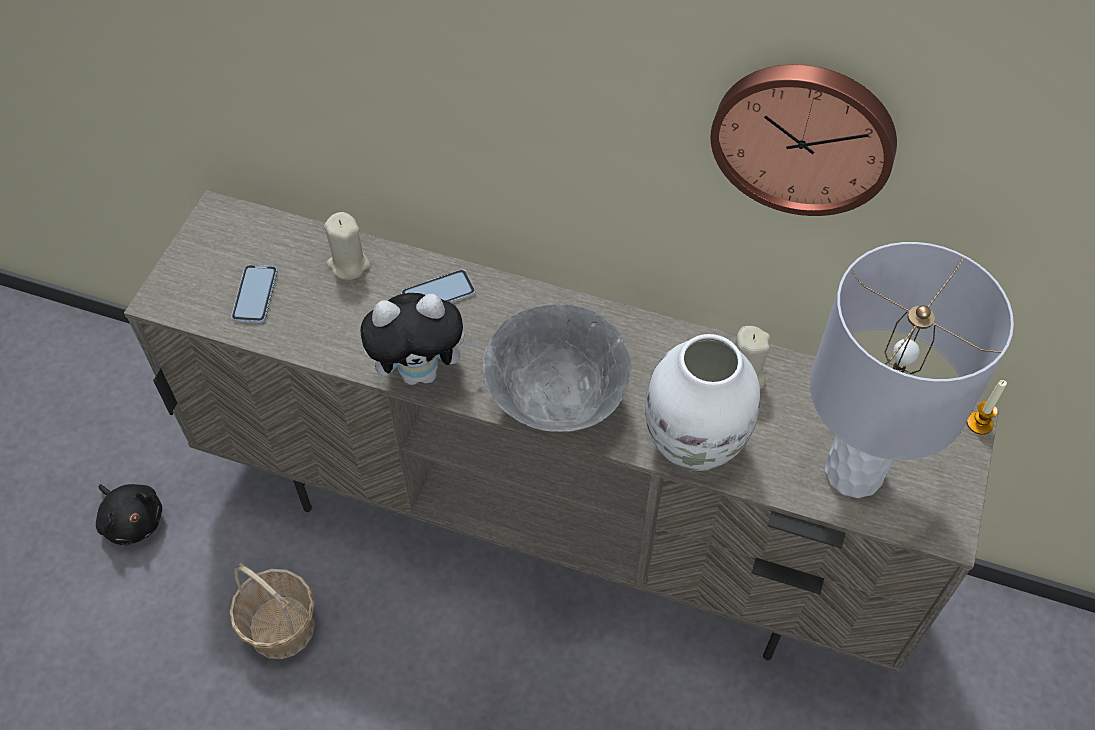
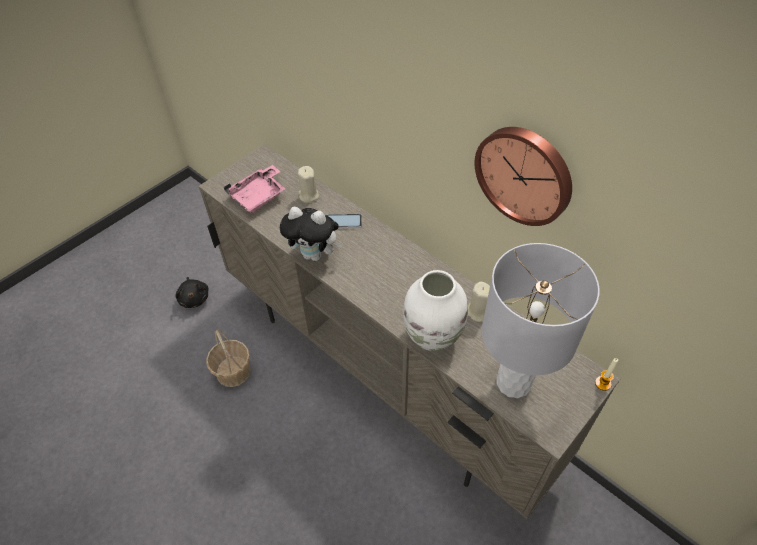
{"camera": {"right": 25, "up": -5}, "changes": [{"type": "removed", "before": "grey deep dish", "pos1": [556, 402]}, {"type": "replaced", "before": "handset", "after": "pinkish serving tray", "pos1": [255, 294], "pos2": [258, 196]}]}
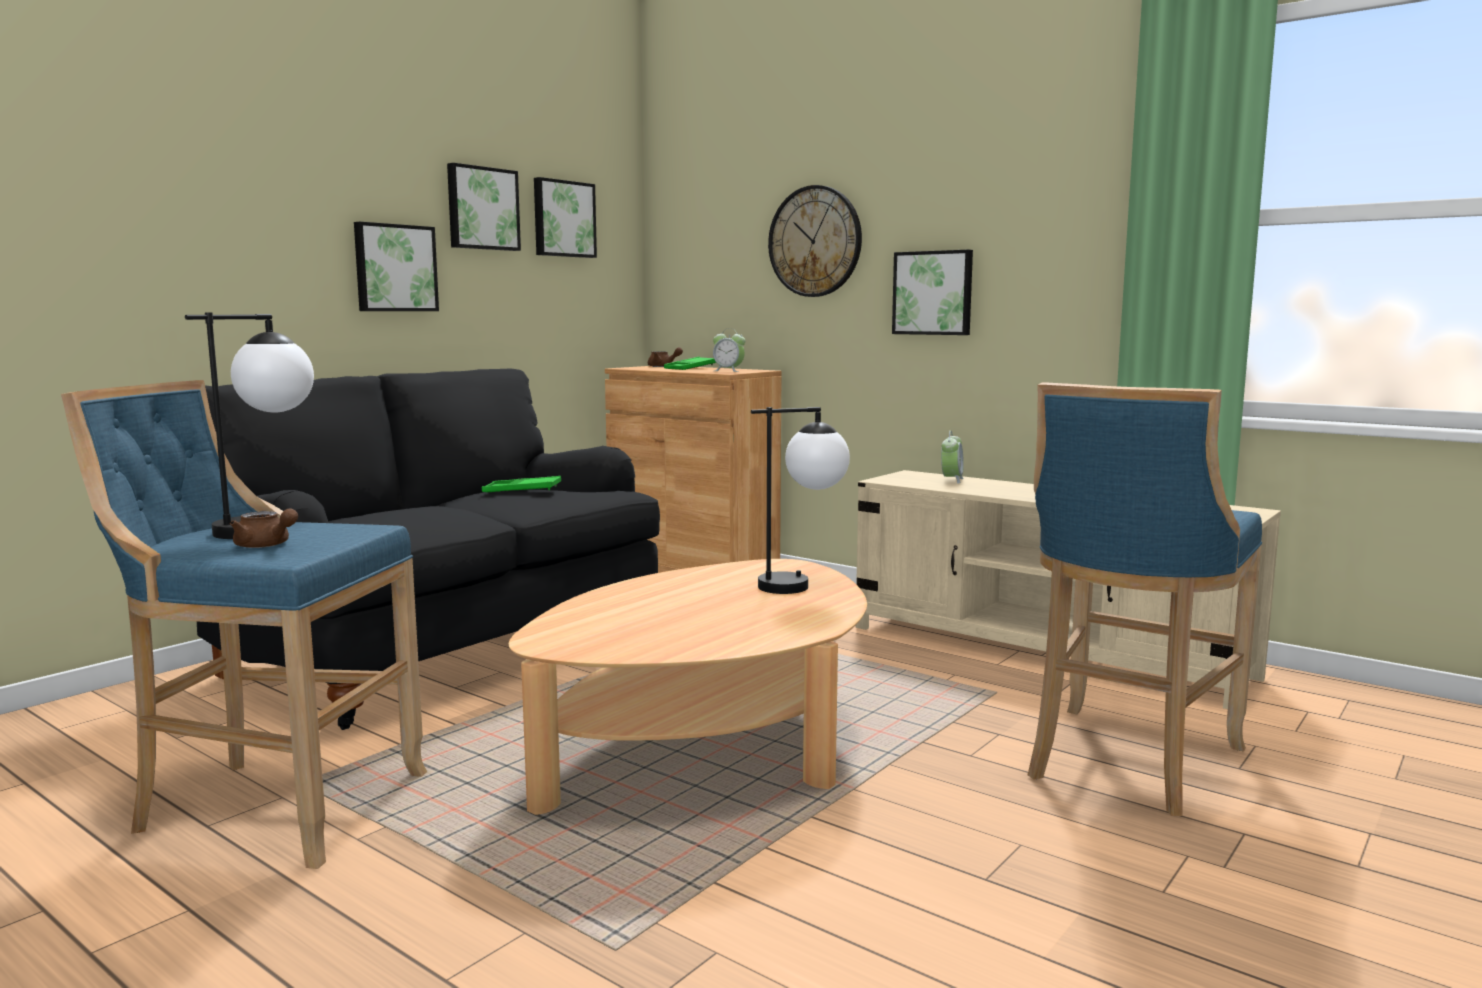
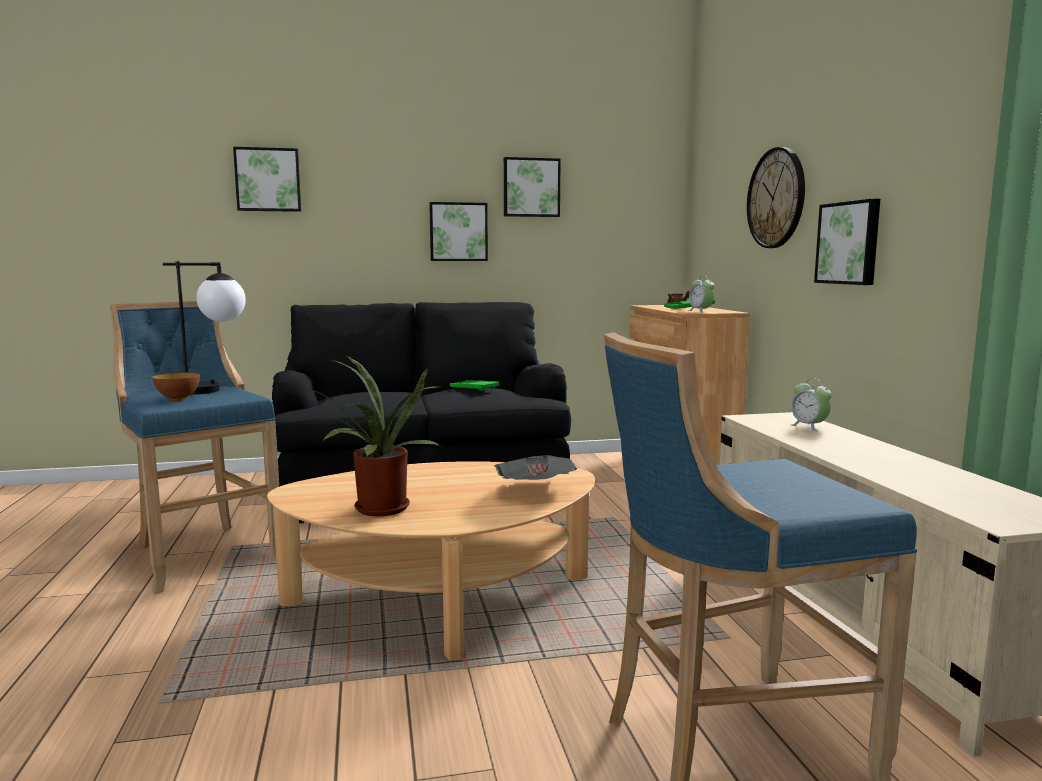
{"camera": {"right": 40, "up": 0}, "changes": [{"type": "added", "after": "potted plant", "pos2": [378, 510]}, {"type": "moved", "before": "picture", "pos1": [563, 219], "pos2": [268, 180]}, {"type": "replaced", "before": "brown teapot", "after": "deep dish", "pos1": [266, 546], "pos2": [178, 399]}, {"type": "replaced", "before": "tabletop lamp", "after": "newspaper", "pos1": [802, 585], "pos2": [535, 491]}, {"type": "turned", "before": "bedside clock", "pos1": [951, 480], "pos2": [809, 427], "turn": 90}]}
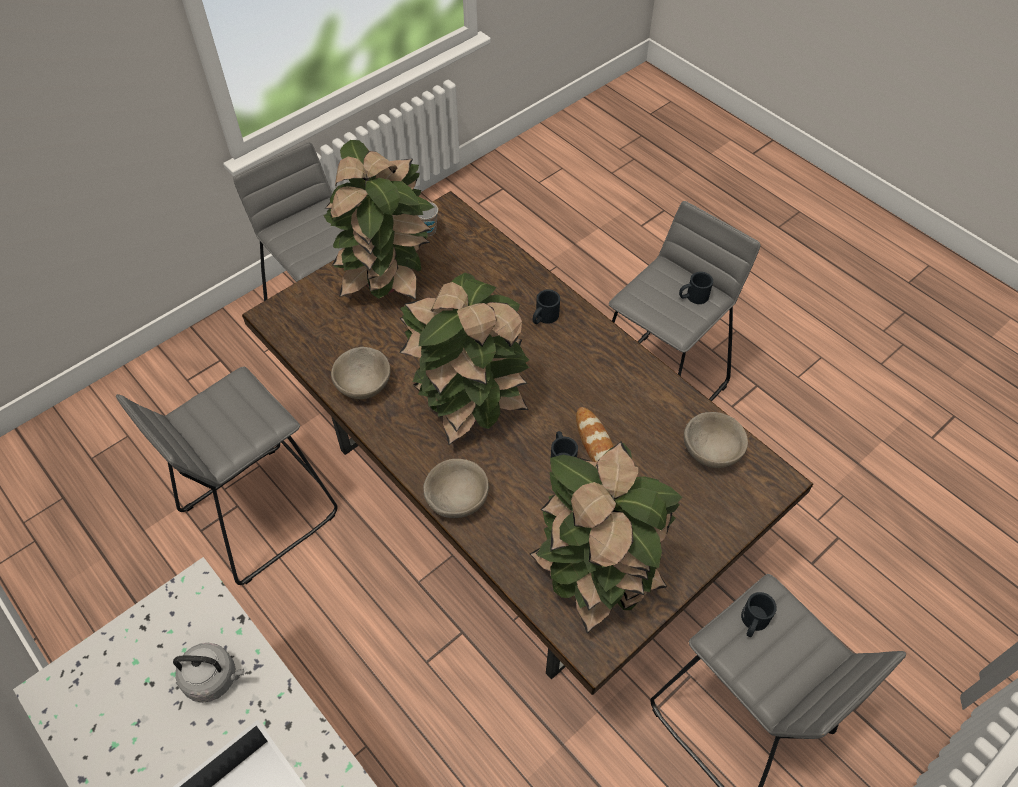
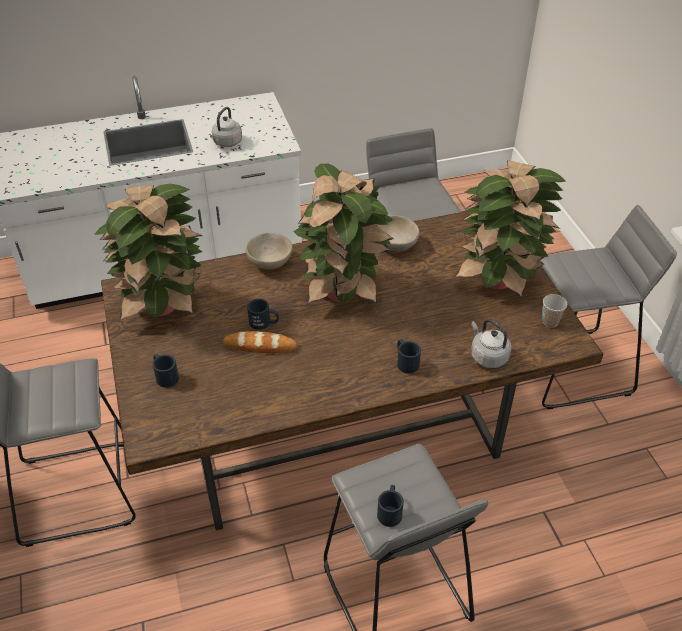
{"camera": {"right": 115, "up": -10}, "changes": [{"type": "removed", "before": "sand-coloured deep dish", "pos1": [712, 451]}, {"type": "added", "after": "grey water kettle", "pos2": [487, 356]}, {"type": "moved", "before": "black-coloured tea mug", "pos1": [753, 623], "pos2": [165, 375]}]}
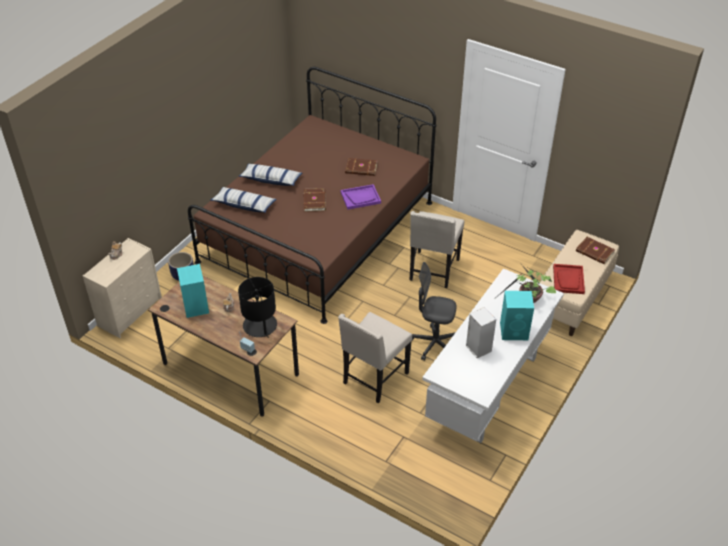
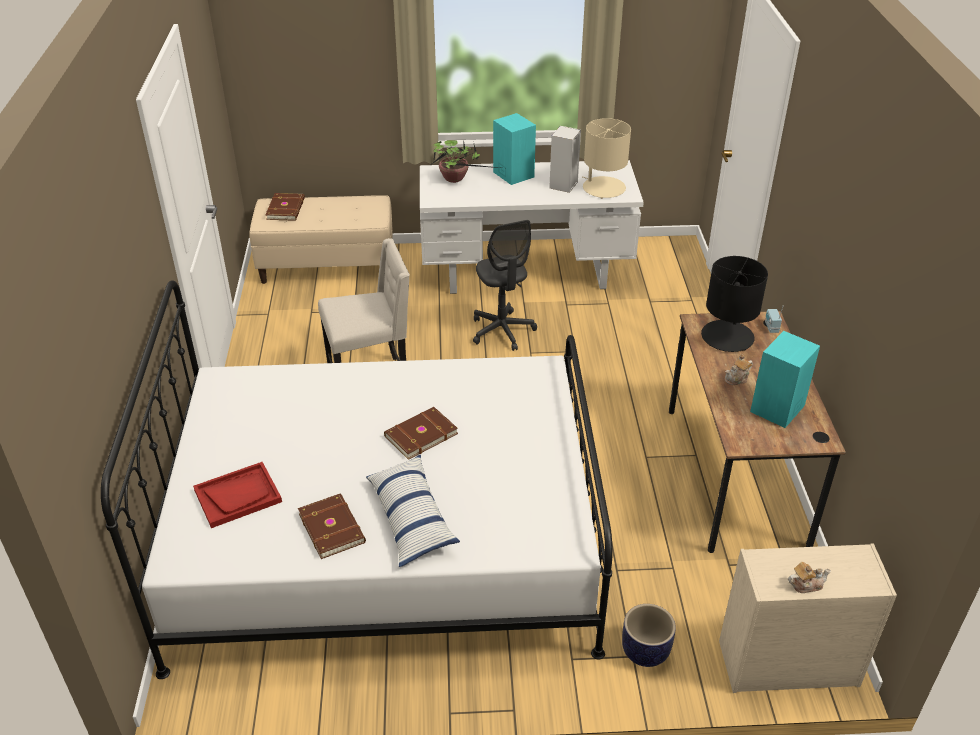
{"camera": {"right": -125, "up": -5}, "changes": [{"type": "removed", "before": "cushion", "pos1": [244, 205]}, {"type": "removed", "before": "sand-coloured plain chair", "pos1": [374, 379]}, {"type": "removed", "before": "purple-coloured serving tray", "pos1": [360, 198]}, {"type": "added", "after": "sand-coloured tabletop lamp", "pos2": [603, 188]}, {"type": "moved", "before": "brown bound book", "pos1": [361, 169], "pos2": [333, 527]}, {"type": "moved", "before": "red-coloured serving tray", "pos1": [568, 280], "pos2": [238, 496]}, {"type": "recoloured", "before": "brown bed", "after": "white-coloured bed", "pos1": [317, 231], "pos2": [386, 540]}]}
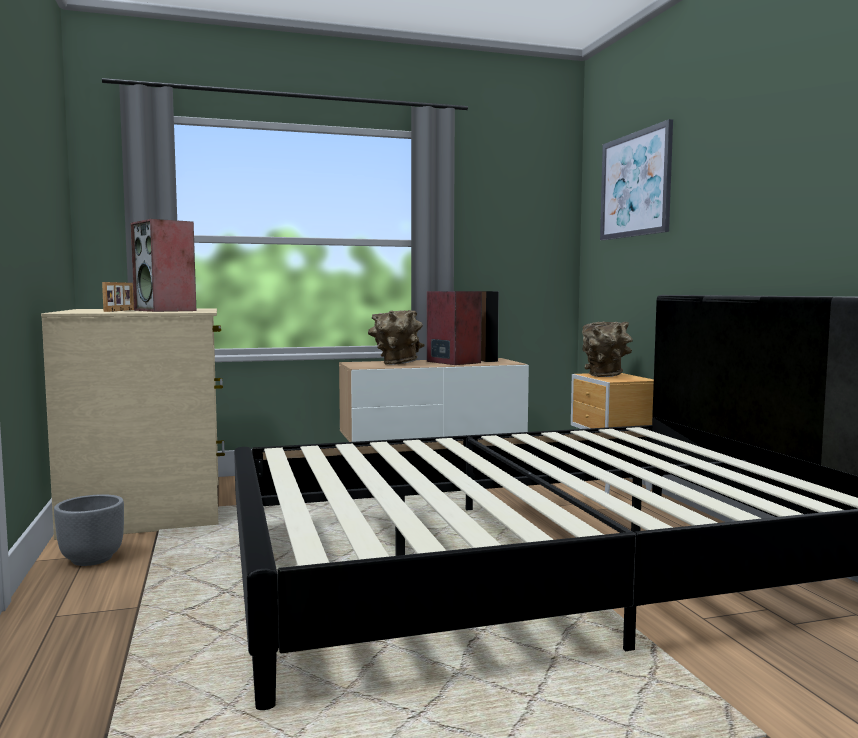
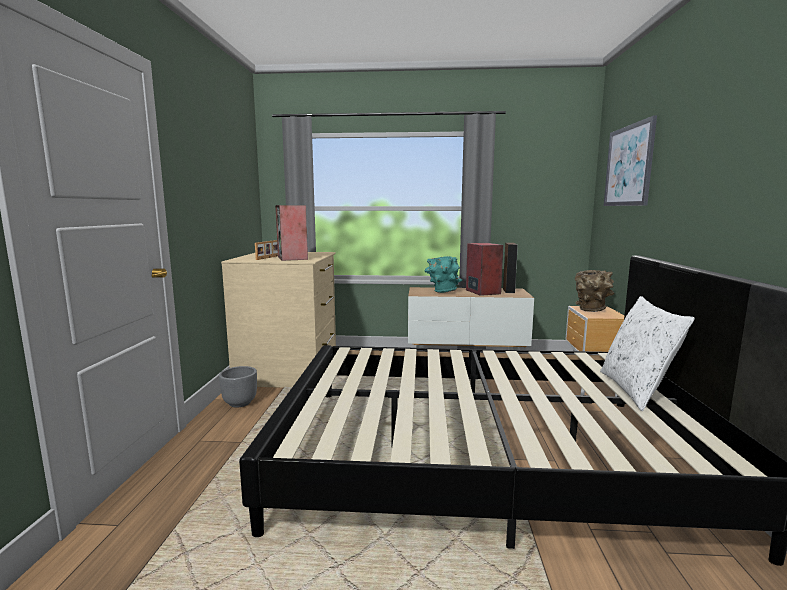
{"camera": {"right": 20, "up": 5}, "changes": [{"type": "added", "after": "white-coloured cushion", "pos2": [636, 390]}, {"type": "recoloured", "before": "brown vase", "after": "turquoise vase", "pos1": [396, 364], "pos2": [442, 292]}]}
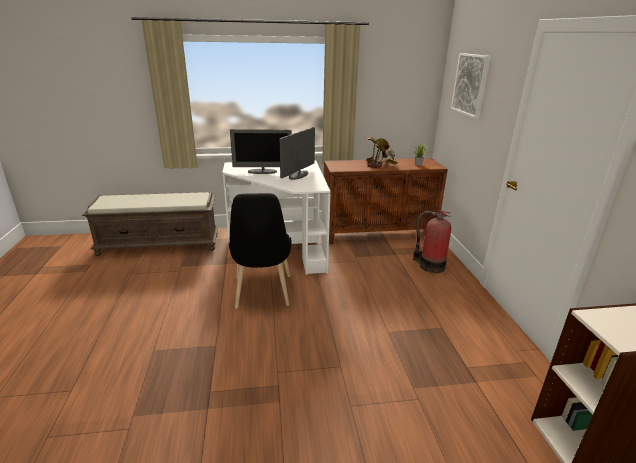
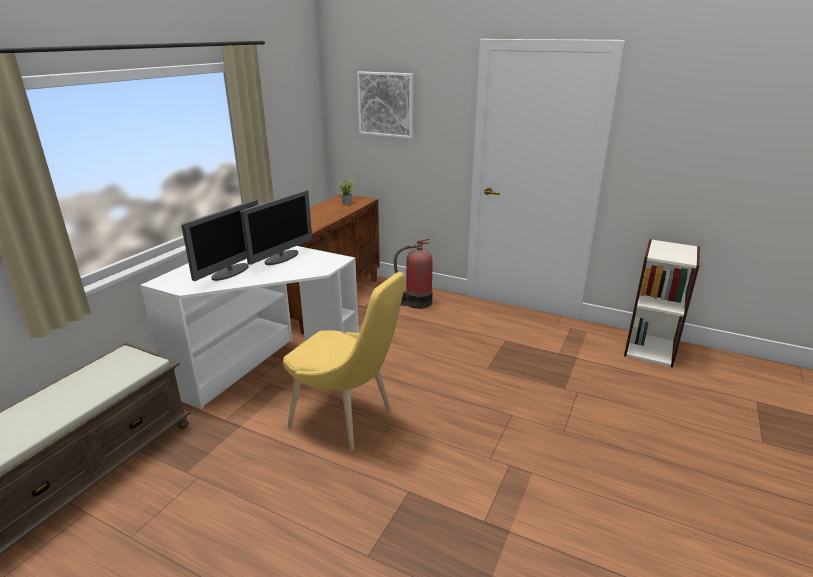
{"camera": {"right": -55, "up": 0}, "changes": [{"type": "removed", "before": "potted plant", "pos1": [379, 163]}, {"type": "recoloured", "before": "black-coloured plain chair", "after": "yellow-coloured plain chair", "pos1": [262, 294], "pos2": [347, 420]}, {"type": "turned", "before": "computer screen", "pos1": [298, 175], "pos2": [282, 257], "turn": -120}]}
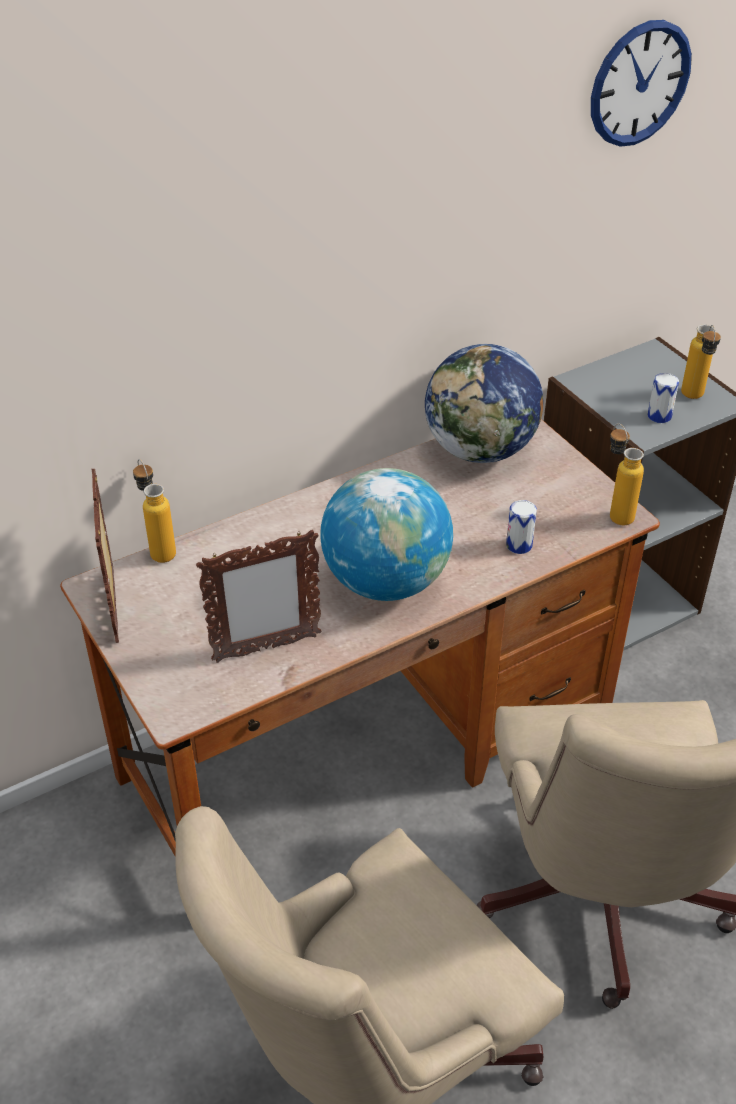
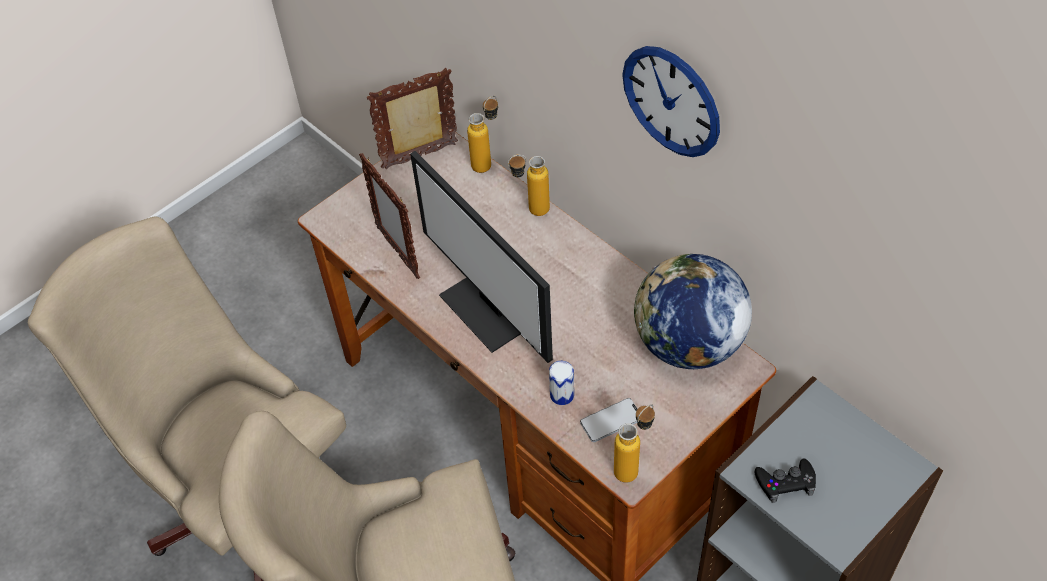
{"camera": {"right": 80, "up": 10}, "changes": [{"type": "added", "after": "handset", "pos2": [611, 421]}, {"type": "moved", "before": "wall clock", "pos1": [639, 83], "pos2": [671, 101]}, {"type": "moved", "before": "bottle", "pos1": [694, 399], "pos2": [530, 211]}, {"type": "replaced", "before": "world globe", "after": "computer screen", "pos1": [386, 581], "pos2": [489, 309]}, {"type": "replaced", "before": "sealed can", "after": "black-coloured gamepad", "pos1": [659, 416], "pos2": [785, 483]}]}
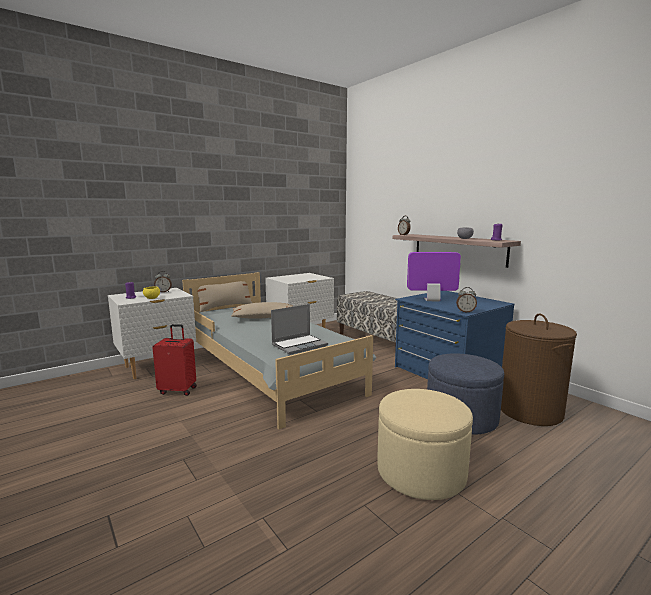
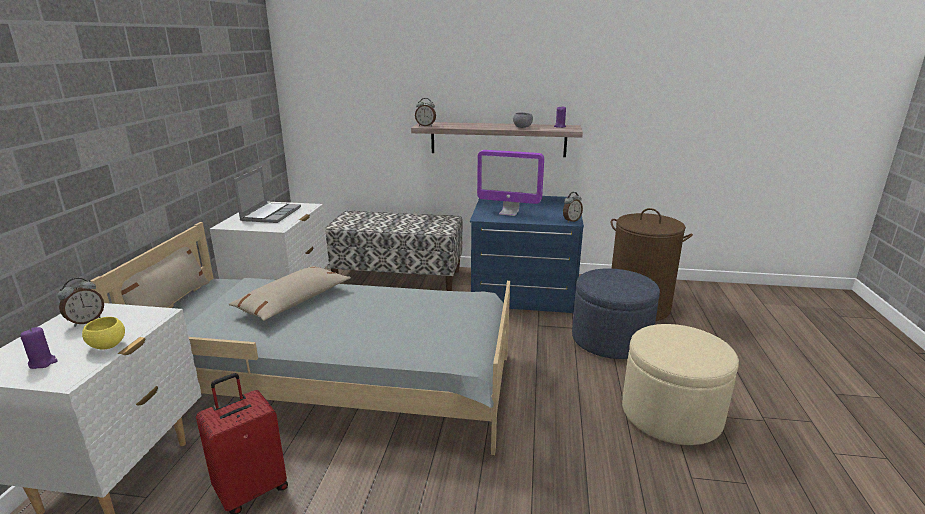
{"camera": {"right": -45, "up": 10}, "changes": [{"type": "moved", "before": "notebook computer", "pos1": [299, 345], "pos2": [271, 214]}, {"type": "turned", "before": "computer screen", "pos1": [432, 300], "pos2": [509, 212], "turn": -120}]}
